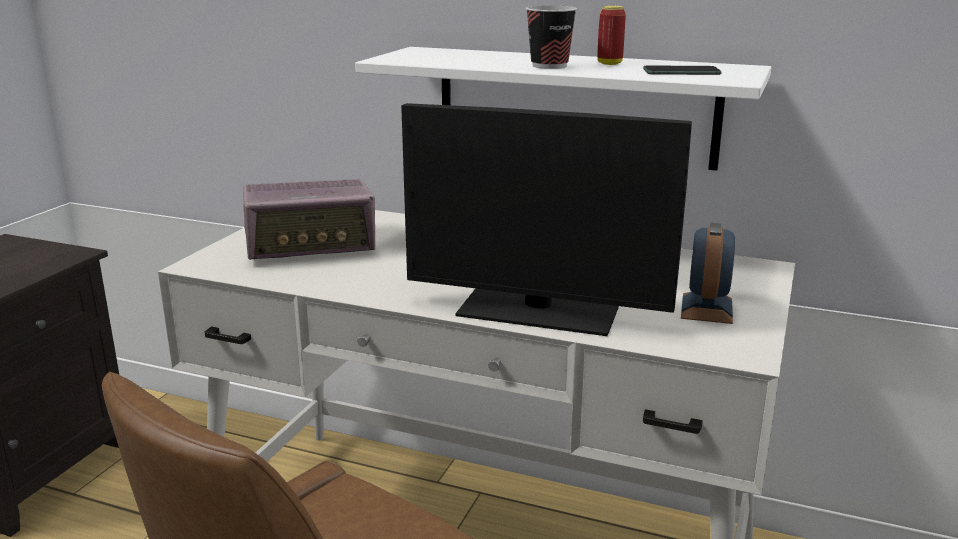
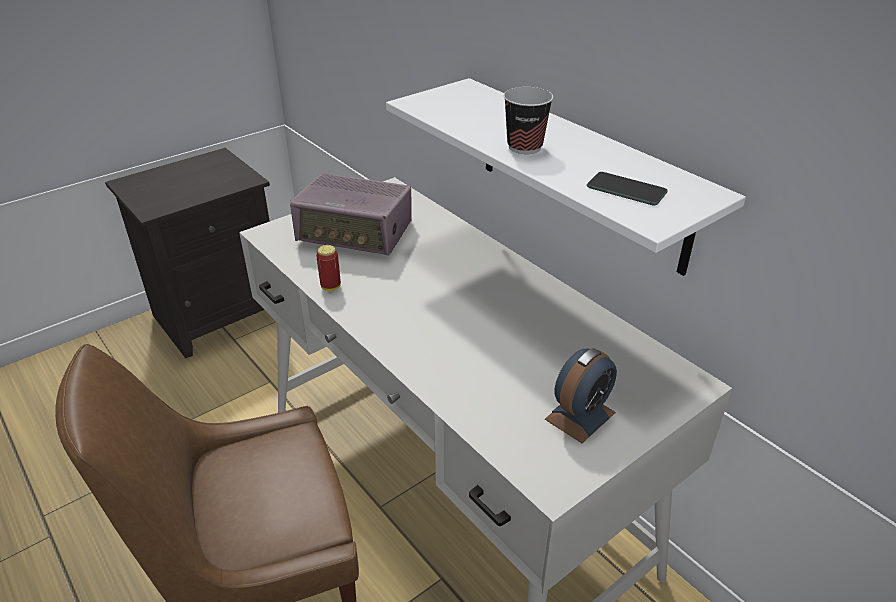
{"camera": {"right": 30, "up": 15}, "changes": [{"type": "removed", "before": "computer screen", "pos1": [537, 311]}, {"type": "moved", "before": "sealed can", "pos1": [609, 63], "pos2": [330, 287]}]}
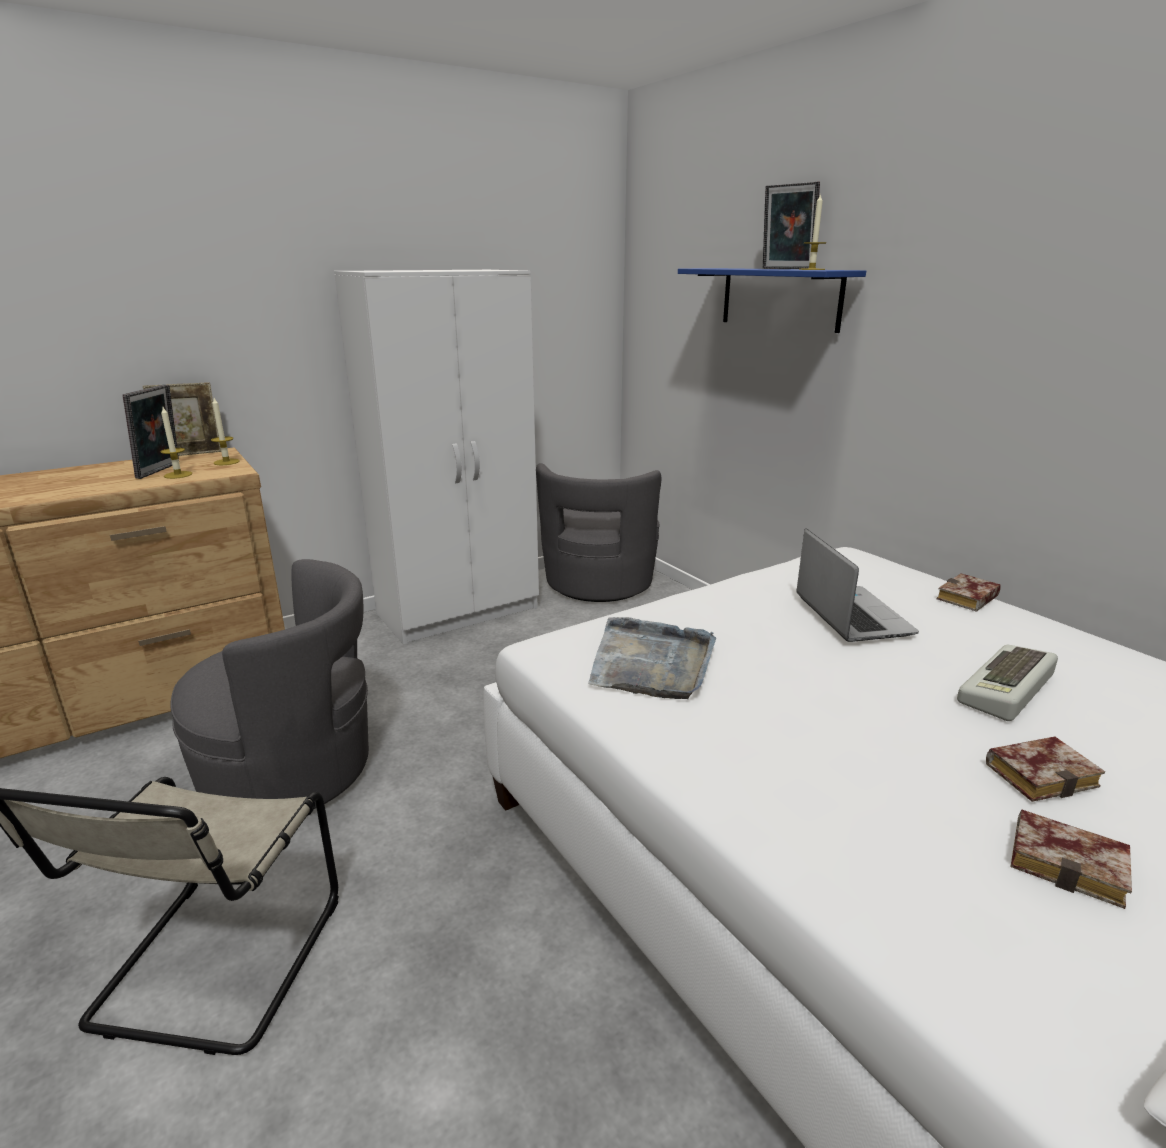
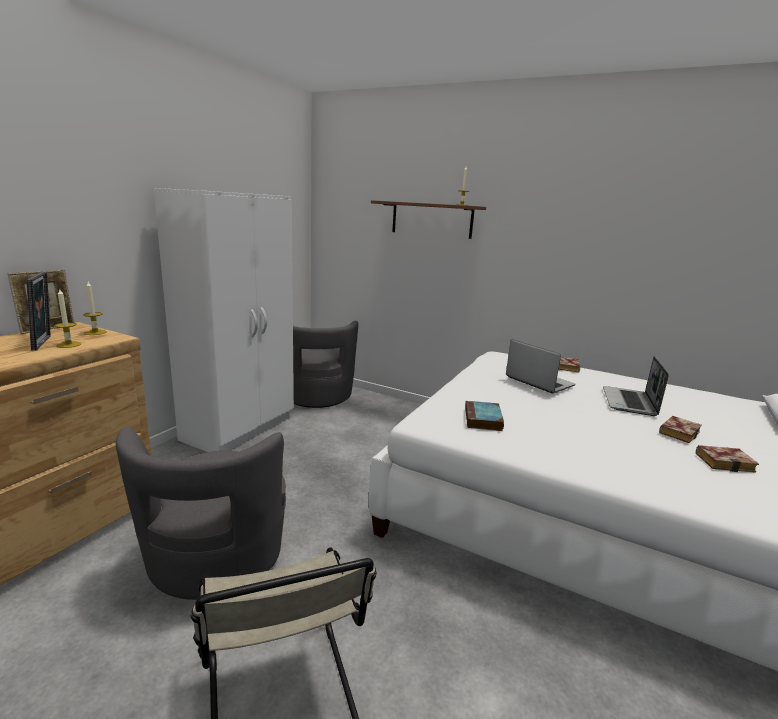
{"camera": {"right": -30, "up": -5}, "changes": [{"type": "removed", "before": "photo frame", "pos1": [785, 269]}, {"type": "replaced", "before": "grey serving tray", "after": "bound book", "pos1": [651, 662], "pos2": [483, 420]}, {"type": "replaced", "before": "keyboard", "after": "notebook computer", "pos1": [1008, 690], "pos2": [630, 402]}, {"type": "recoloured", "before": "blue wall shelf", "after": "brown wall shelf", "pos1": [780, 298], "pos2": [431, 219]}, {"type": "turned", "before": "grey armchair", "pos1": [292, 771], "pos2": [215, 559], "turn": 120}]}
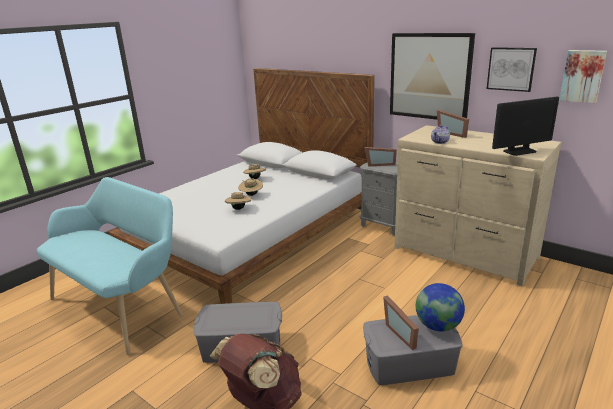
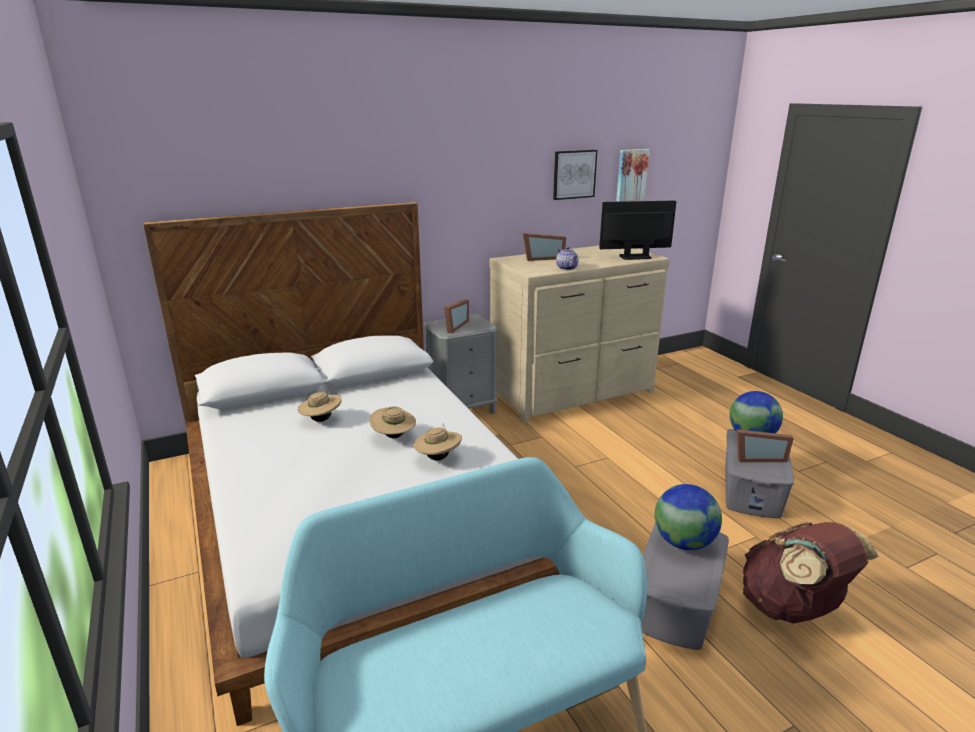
{"camera": {"right": -65, "up": 0}, "changes": [{"type": "removed", "before": "picture", "pos1": [429, 76]}, {"type": "added", "after": "world globe", "pos2": [683, 542]}, {"type": "turned", "before": "computer screen", "pos1": [519, 151], "pos2": [635, 257], "turn": -105}]}
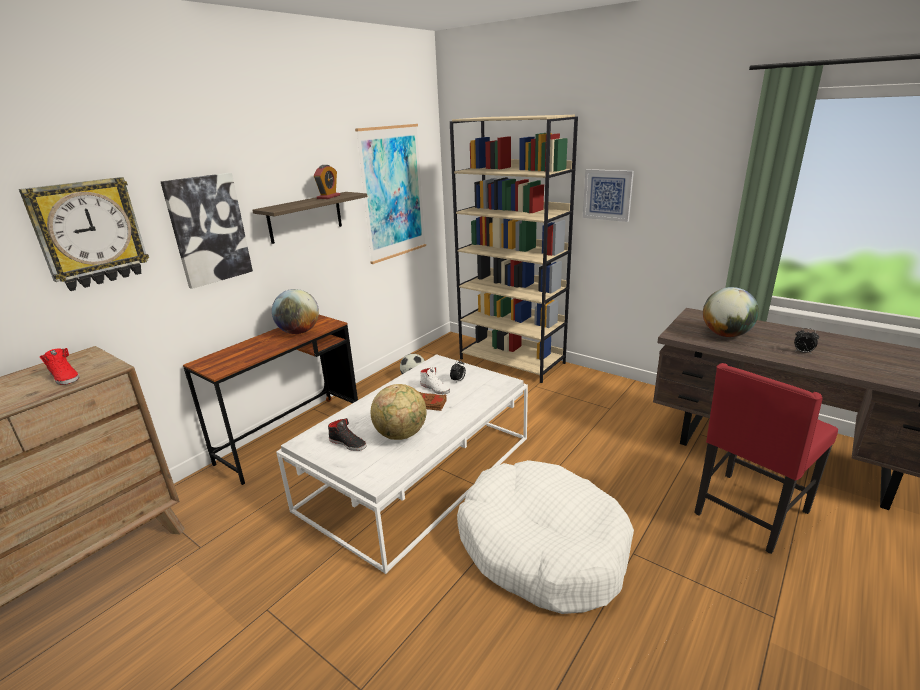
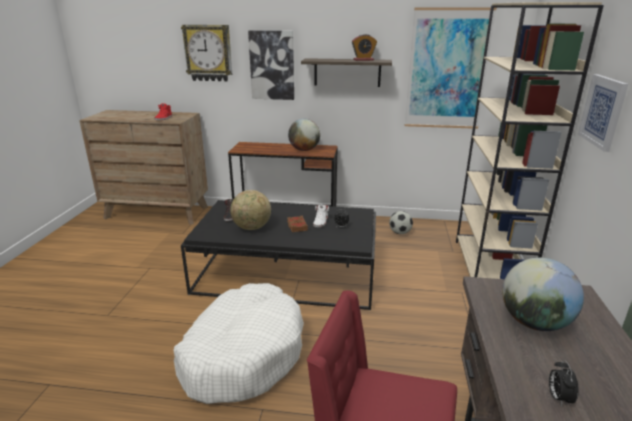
{"camera": {"right": 60, "up": 0}, "changes": [{"type": "recoloured", "before": "white-coloured low table", "after": "black-coloured low table", "pos1": [418, 472], "pos2": [288, 274]}]}
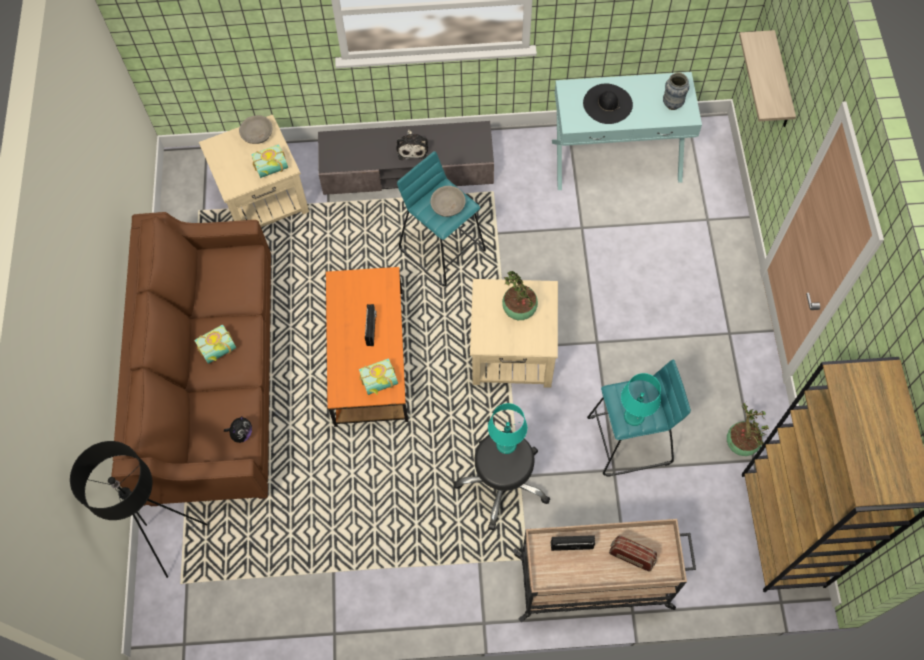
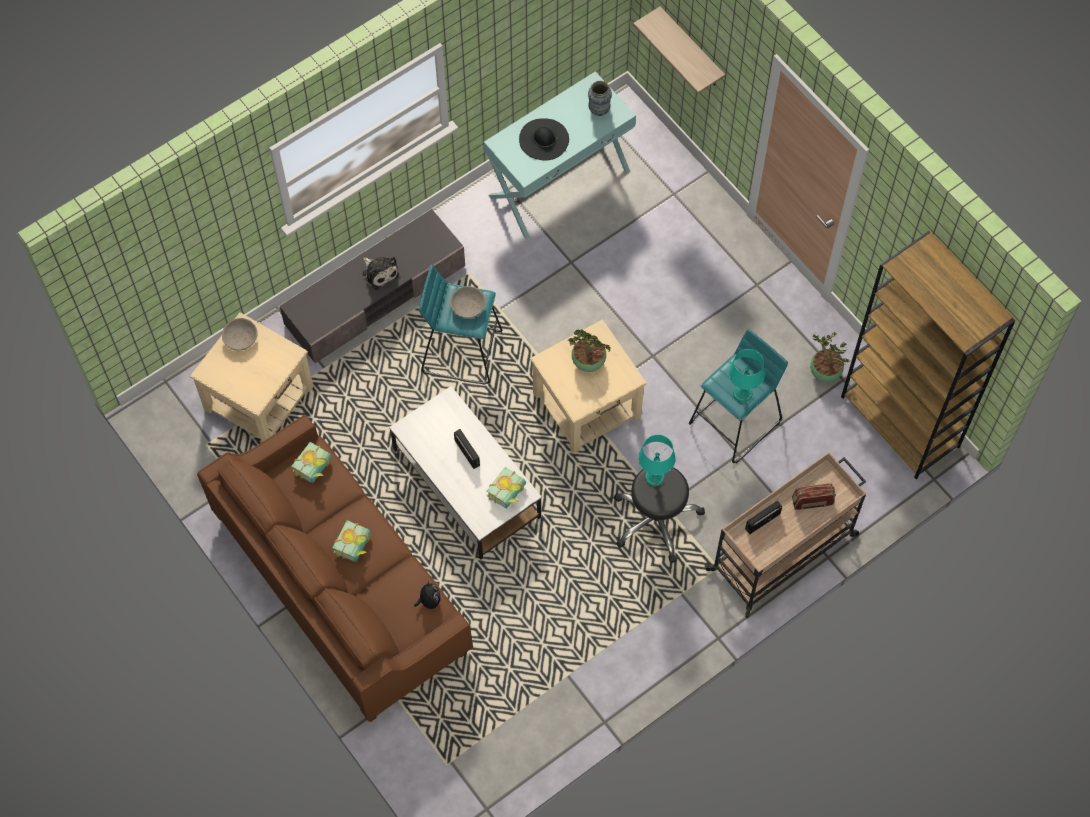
{"camera": {"right": -35, "up": 0}, "changes": [{"type": "removed", "before": "black-coloured floor lamp", "pos1": [174, 541]}, {"type": "moved", "before": "bound book", "pos1": [272, 169], "pos2": [316, 468]}, {"type": "recoloured", "before": "orangey low table", "after": "white-coloured low table", "pos1": [368, 357], "pos2": [466, 484]}]}
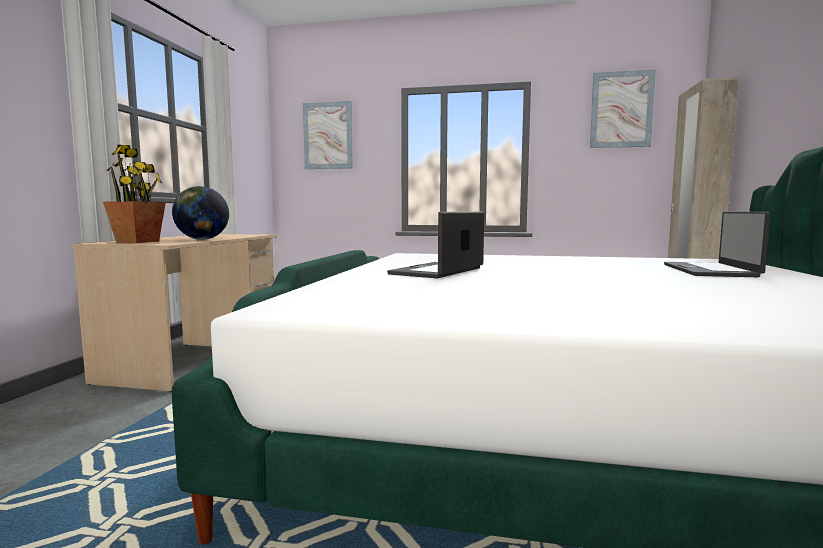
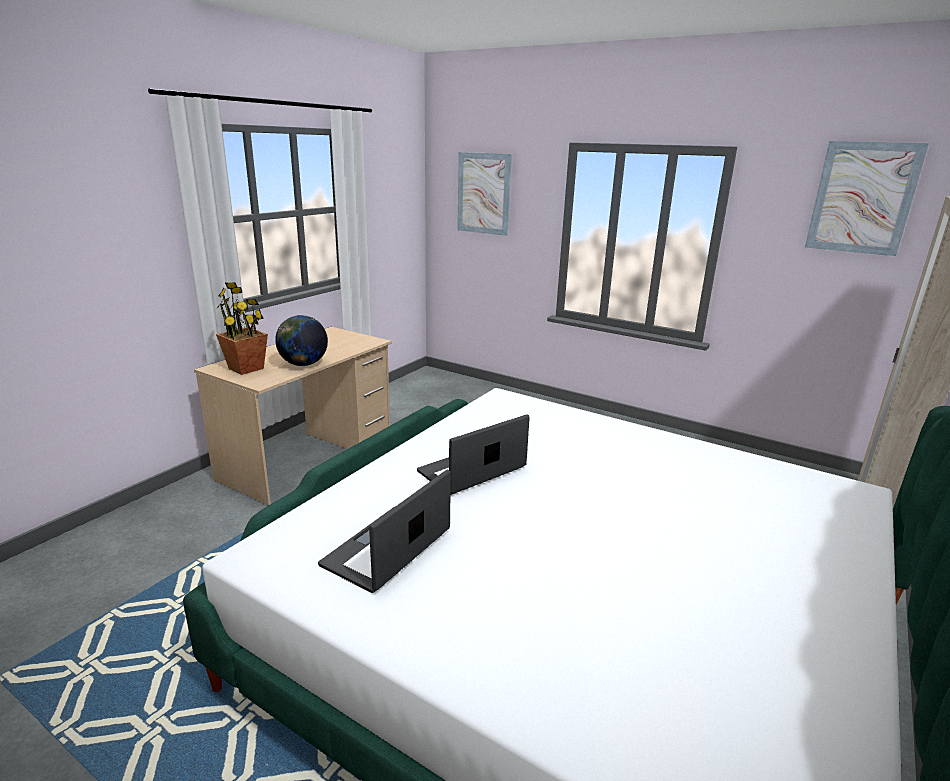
{"camera": {"right": 20, "up": 15}, "changes": [{"type": "moved", "before": "notebook computer", "pos1": [710, 270], "pos2": [388, 549]}]}
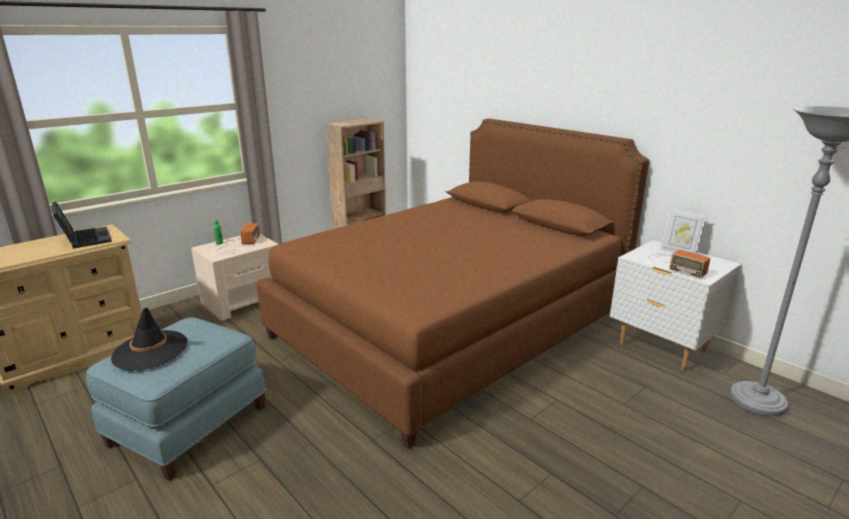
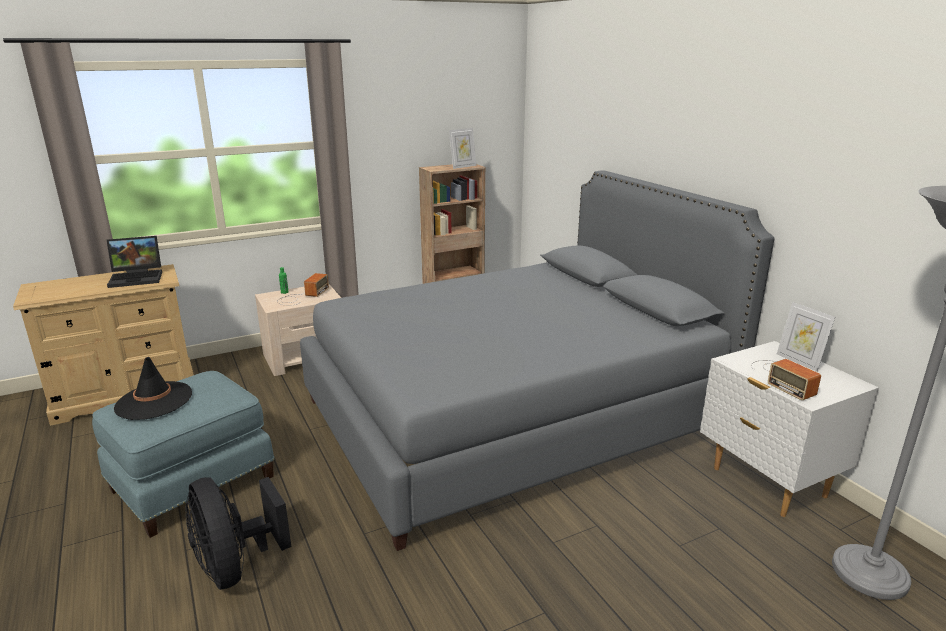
{"camera": {"right": 15, "up": 0}, "changes": [{"type": "added", "after": "black-coloured fan", "pos2": [235, 566]}, {"type": "added", "after": "photo frame", "pos2": [463, 166]}, {"type": "recoloured", "before": "brown bed", "after": "grey bed", "pos1": [450, 326], "pos2": [513, 416]}, {"type": "turned", "before": "notebook computer", "pos1": [84, 239], "pos2": [138, 277], "turn": 90}]}
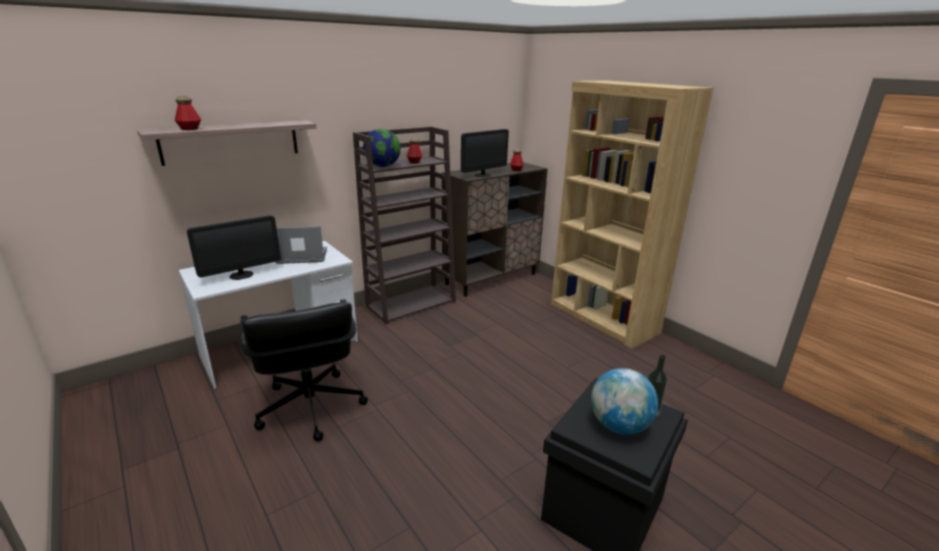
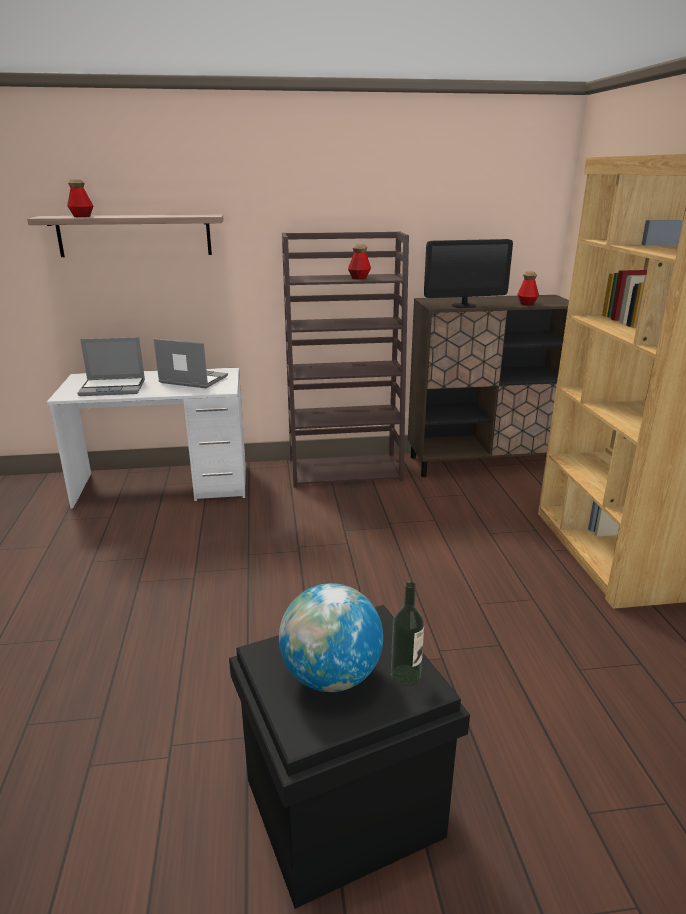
{"camera": {"right": 30, "up": 0}, "changes": [{"type": "removed", "before": "black-coloured office chair", "pos1": [310, 407]}, {"type": "removed", "before": "world globe", "pos1": [382, 166]}, {"type": "replaced", "before": "computer screen", "after": "notebook computer", "pos1": [241, 275], "pos2": [114, 388]}]}
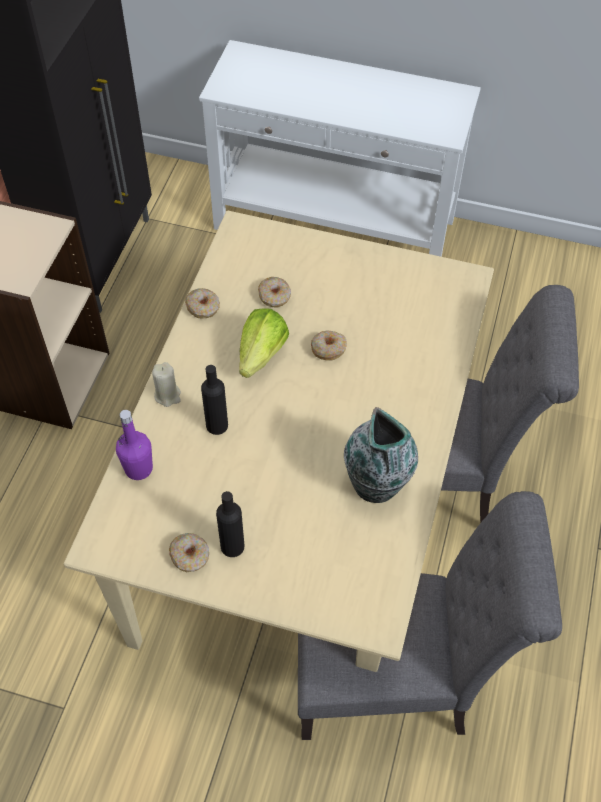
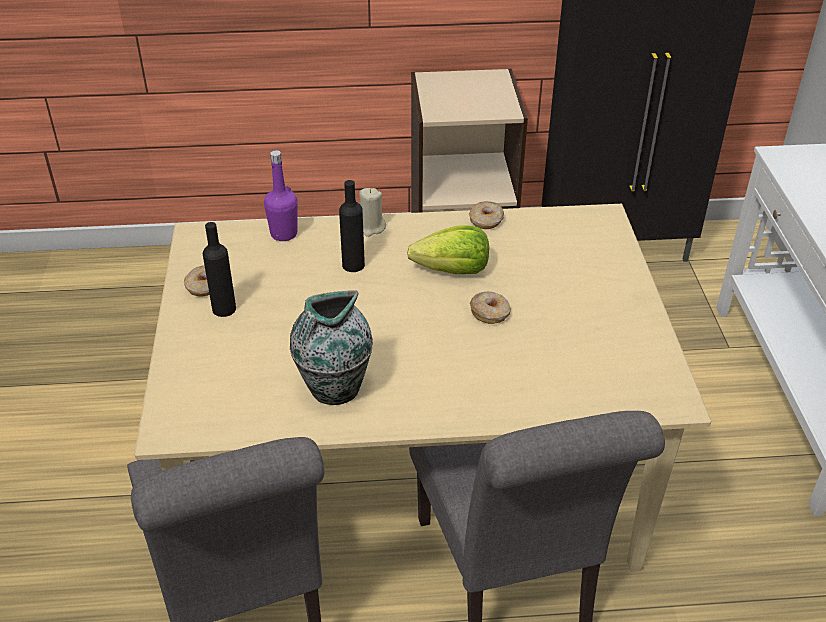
{"camera": {"right": 70, "up": -15}, "changes": [{"type": "removed", "before": "doughnut", "pos1": [274, 296]}]}
